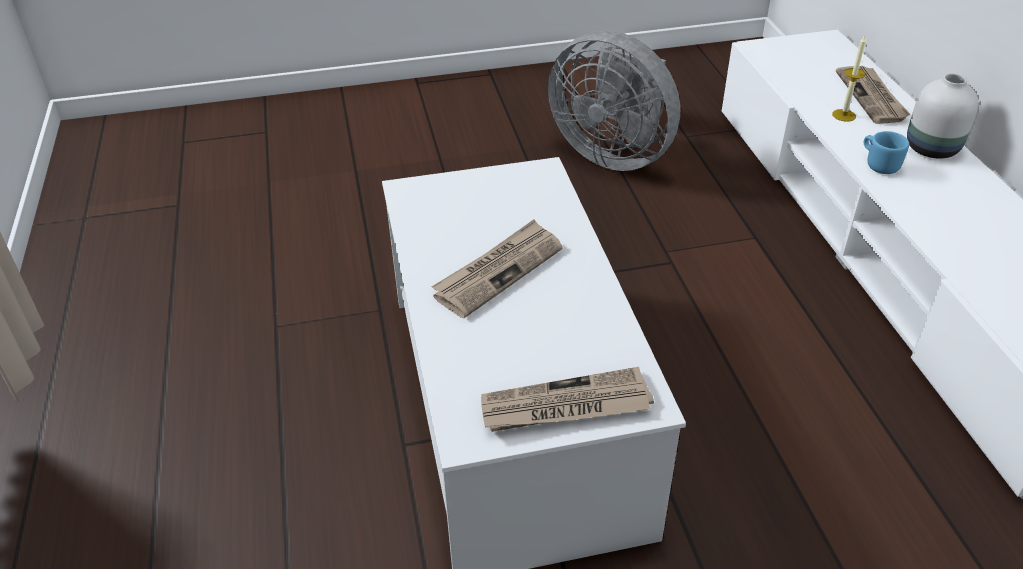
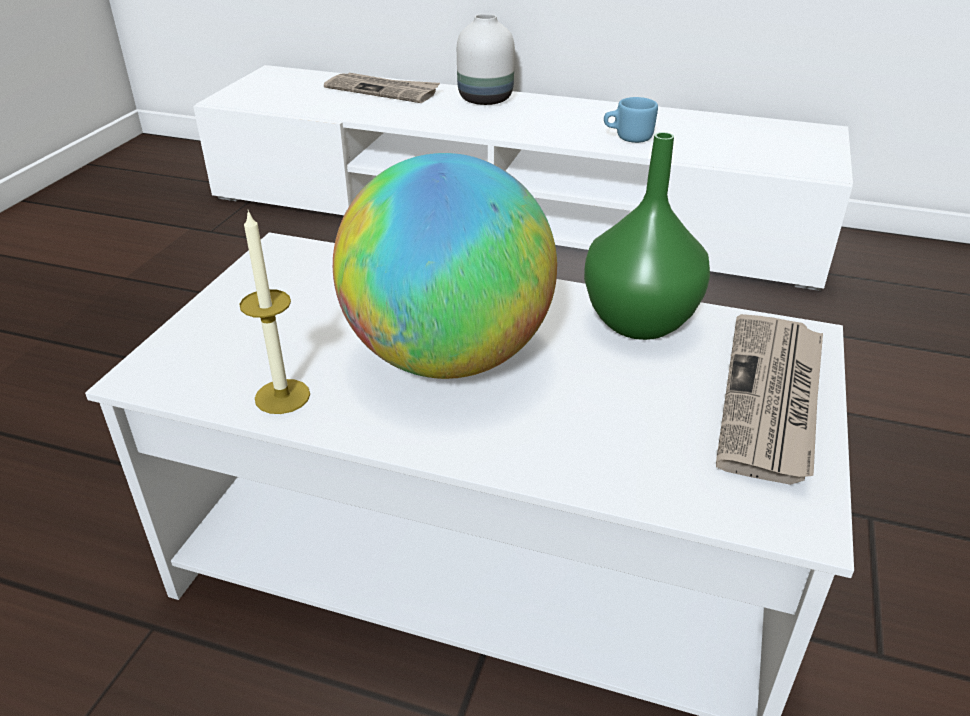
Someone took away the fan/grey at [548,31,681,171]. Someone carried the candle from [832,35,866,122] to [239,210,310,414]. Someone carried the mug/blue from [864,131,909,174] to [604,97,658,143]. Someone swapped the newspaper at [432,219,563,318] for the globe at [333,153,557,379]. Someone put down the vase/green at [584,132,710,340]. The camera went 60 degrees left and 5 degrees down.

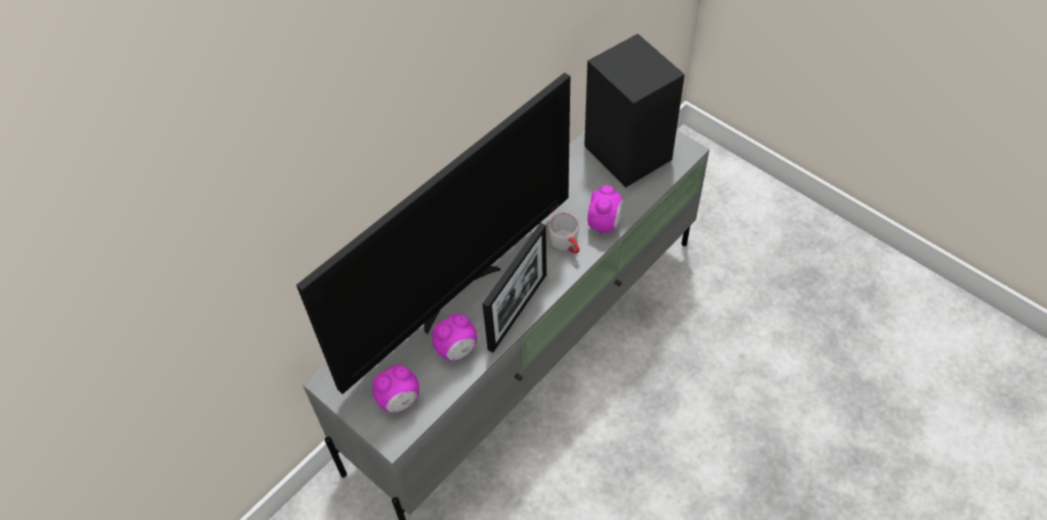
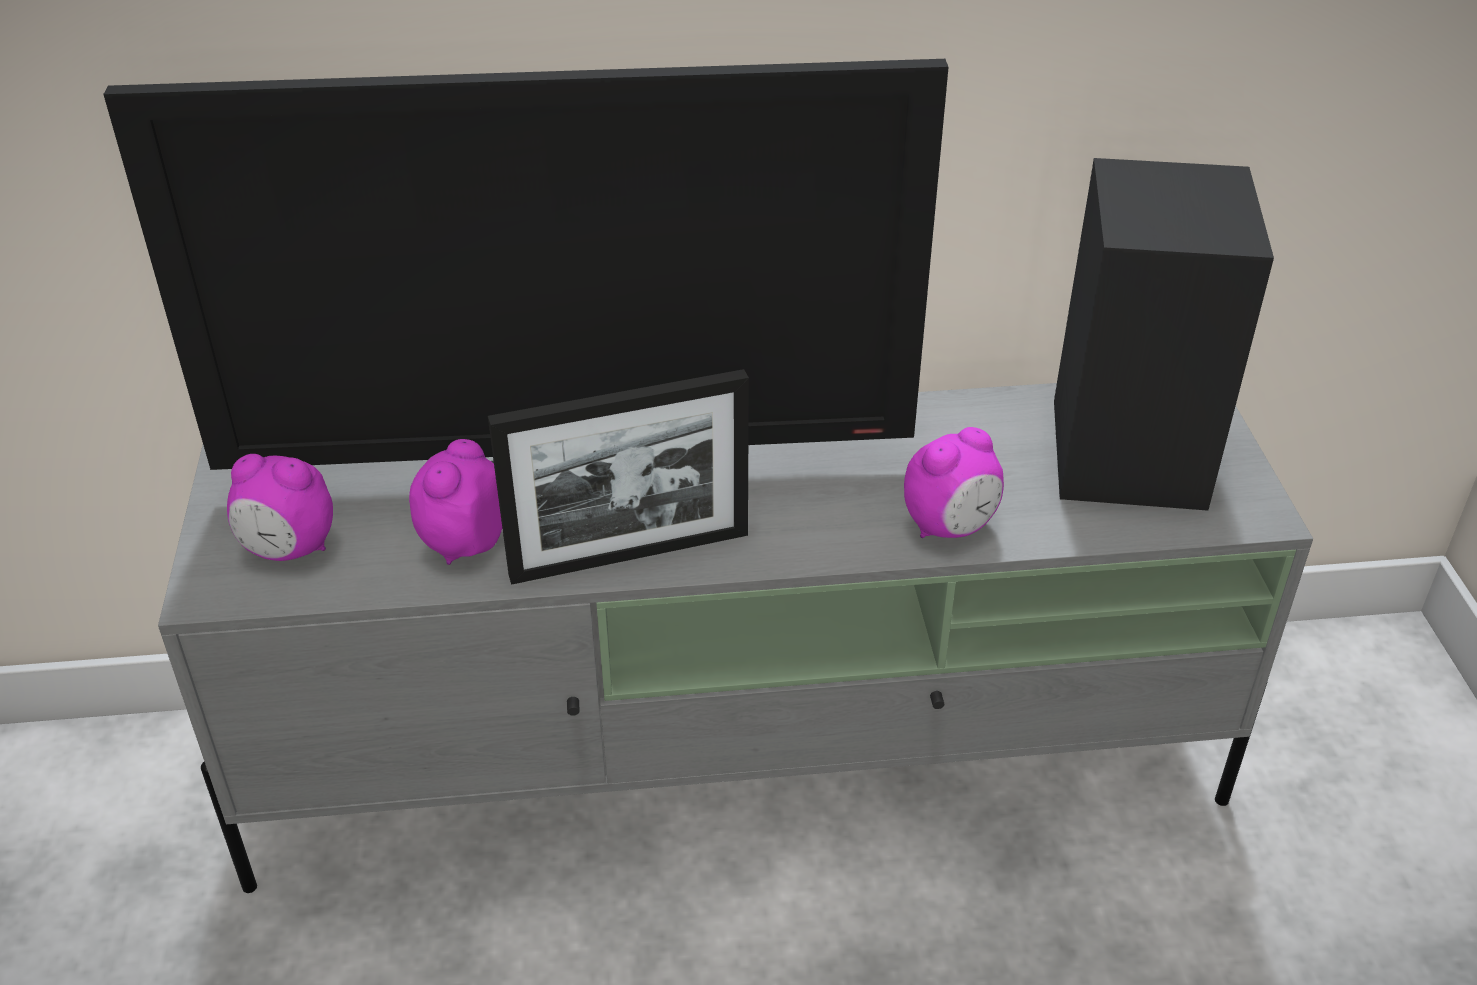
Someone took away the mug/grey at [548,213,580,254]. Someone rotated the alarm clock at [432,314,477,361] by 105 degrees clockwise. The camera went 40 degrees right and 15 degrees down.

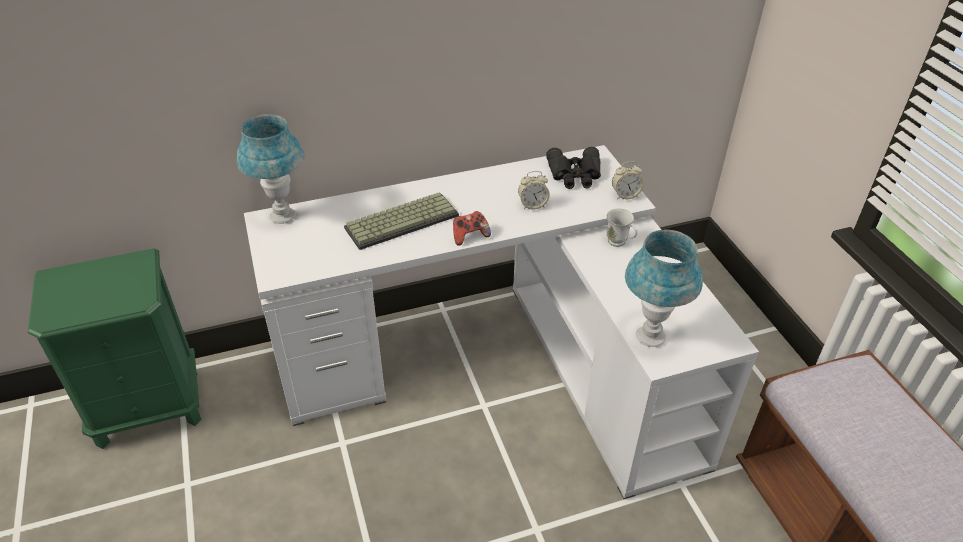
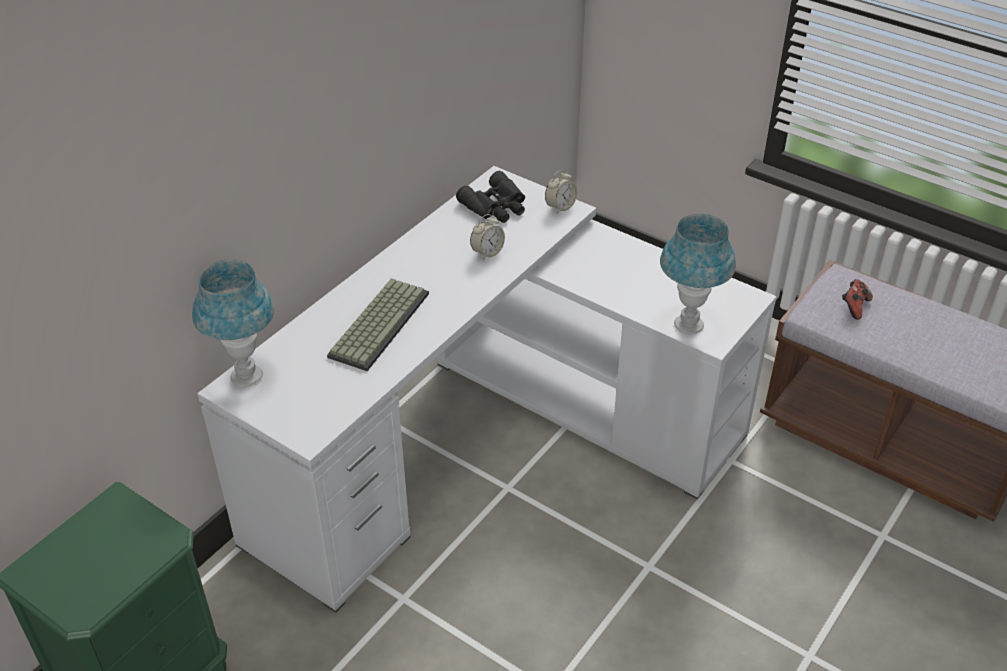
Someone took away the mug/white at [606,209,637,247]. Someone carried the game controller from [453,211,491,246] to [842,279,873,320]. The camera went 35 degrees left and 0 degrees up.

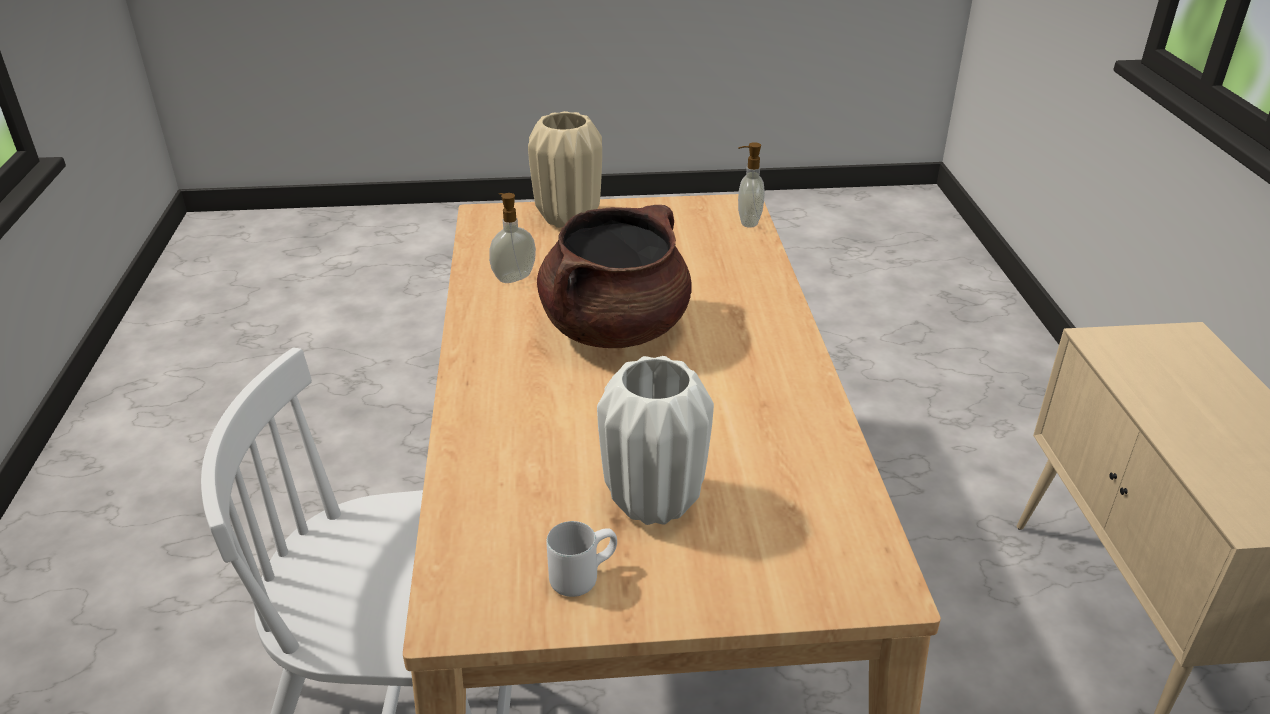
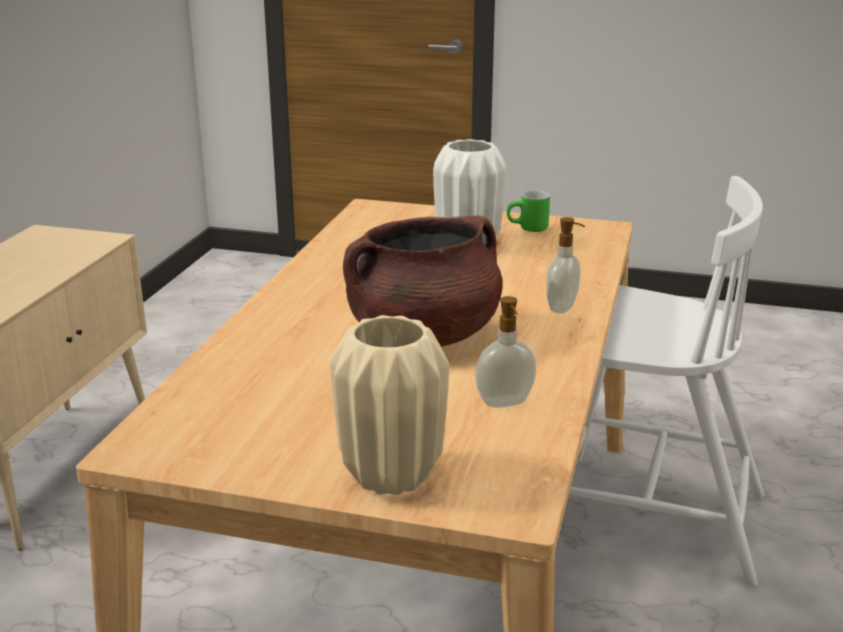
Someone carried the soap dispenser from [738,142,765,228] to [546,217,585,313]. Someone repainted the mug/white at [547,521,617,597], which became the mug/green at [507,190,550,232]. The camera went 160 degrees left and 10 degrees down.

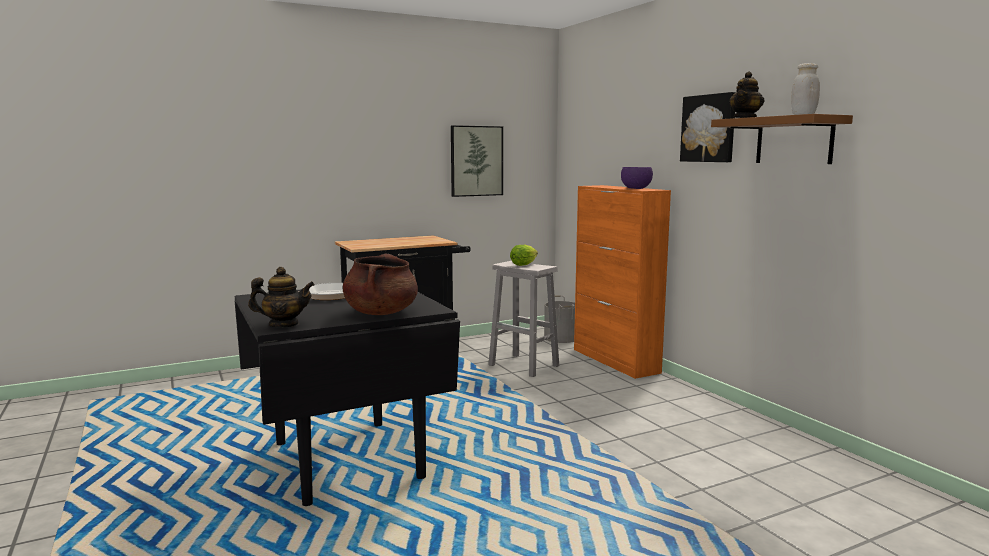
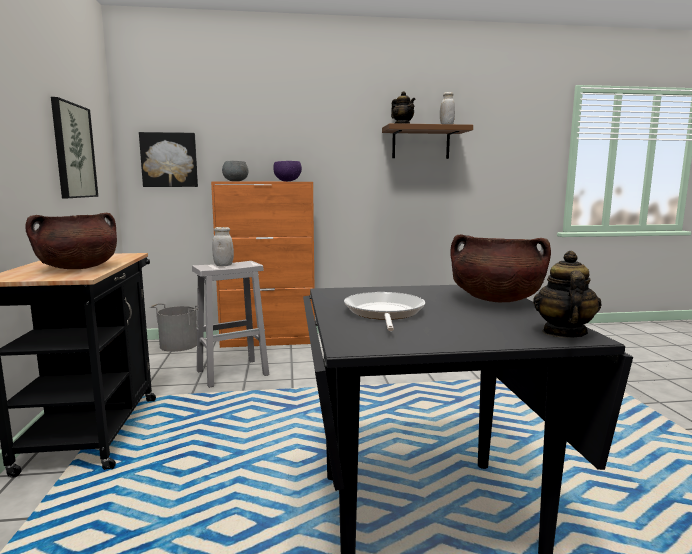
Someone carried the picture from [680,92,736,162] to [139,132,198,187]. Someone swapped the lettuce at [510,245,538,266] for the jar/white at [212,227,234,266]. Someone put down the bowl/grey at [222,161,248,181]. Someone put down the cooking pot/brown at [25,212,117,269]. The camera went 70 degrees left and 0 degrees up.

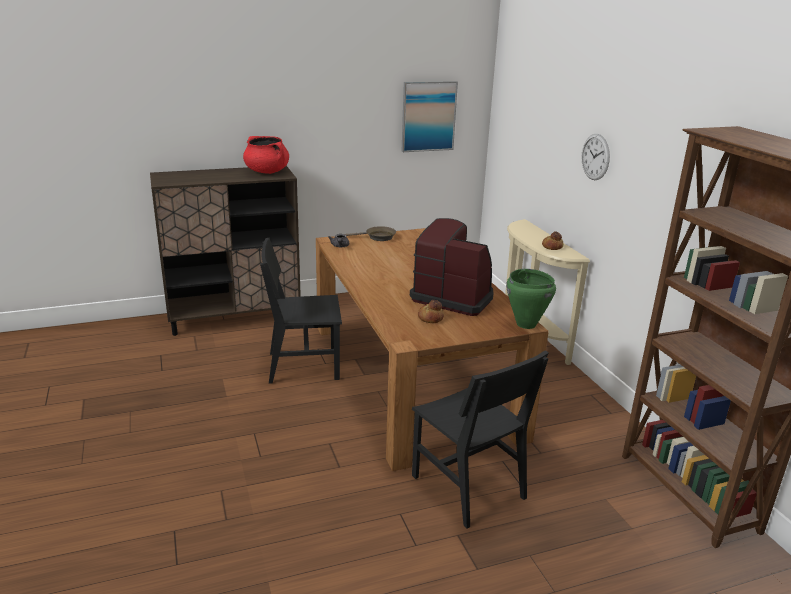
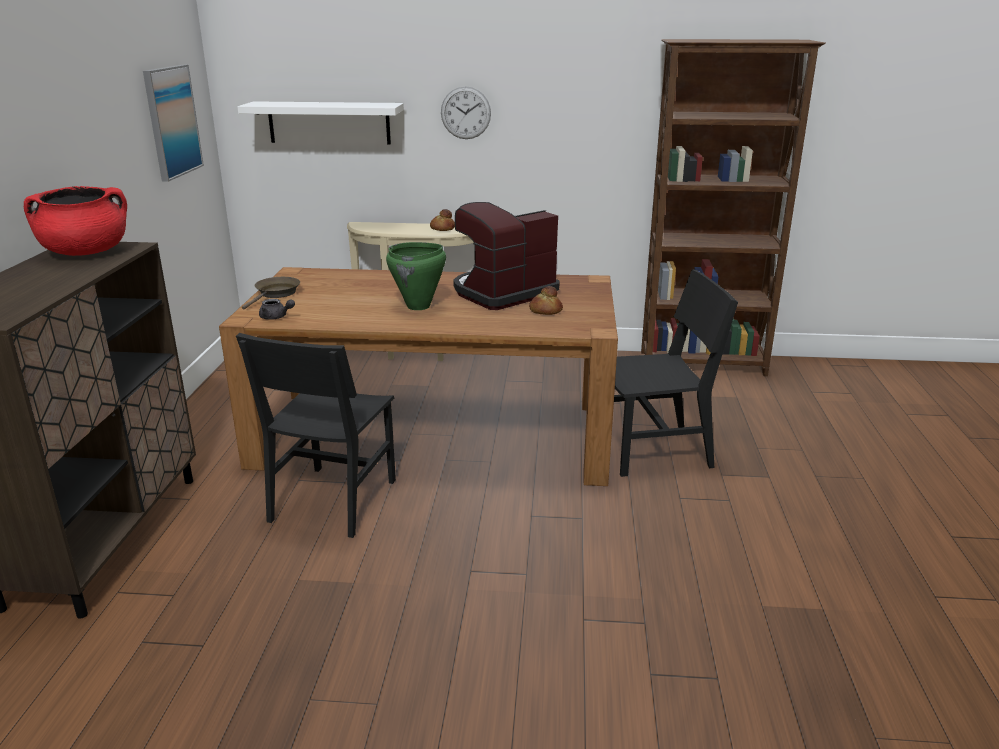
Someone carried the cooking pot/green from [506,269,556,329] to [386,242,446,310]. Someone put up the shelf/white at [237,101,404,144]. The camera went 65 degrees left and 0 degrees up.

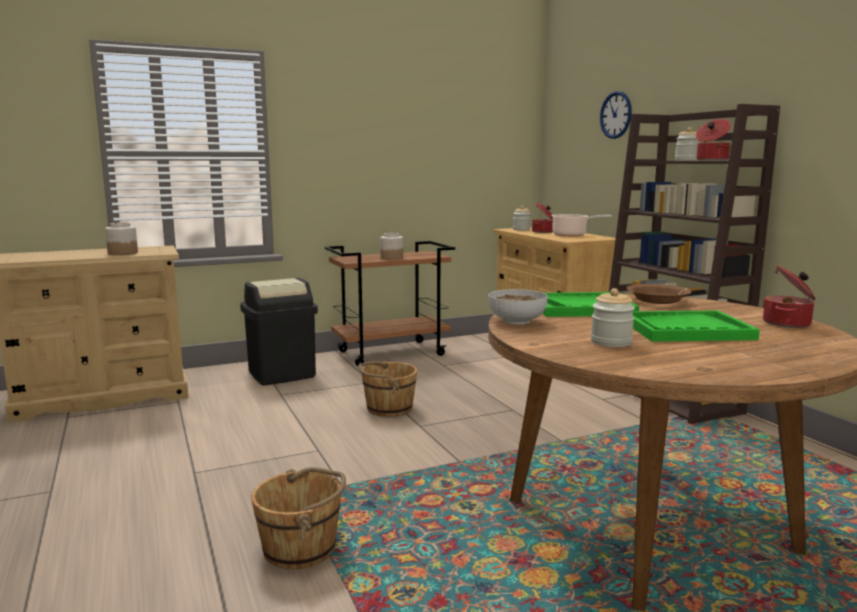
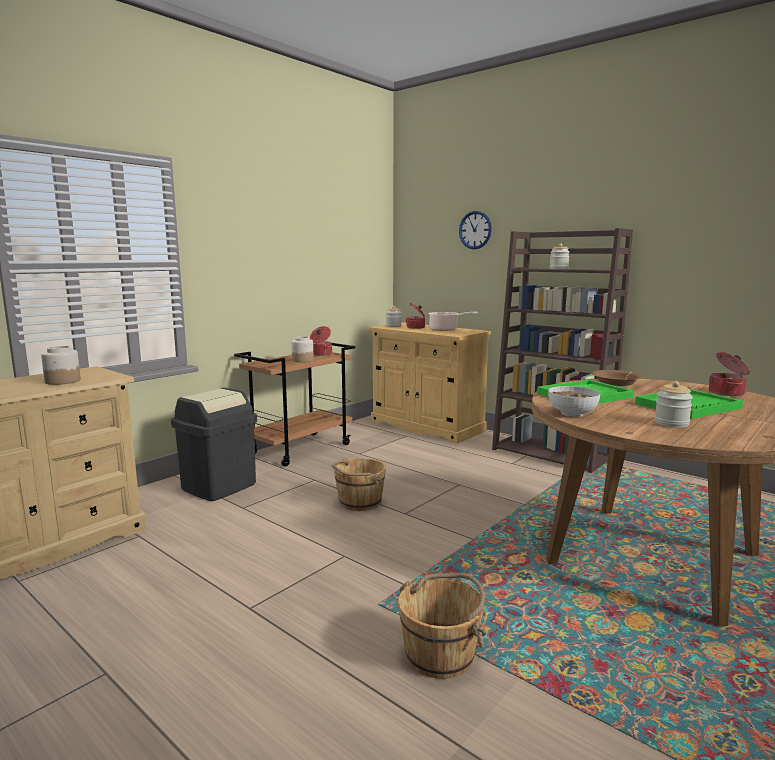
Someone carried the cooking pot from [696,119,731,161] to [310,326,332,355]. The camera went 25 degrees left and 0 degrees up.

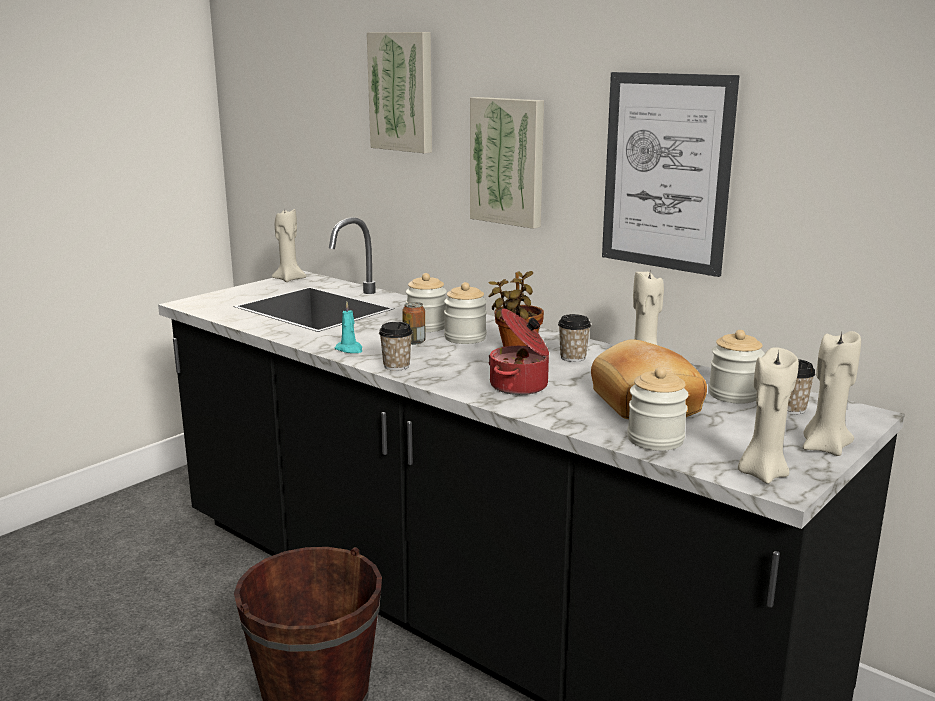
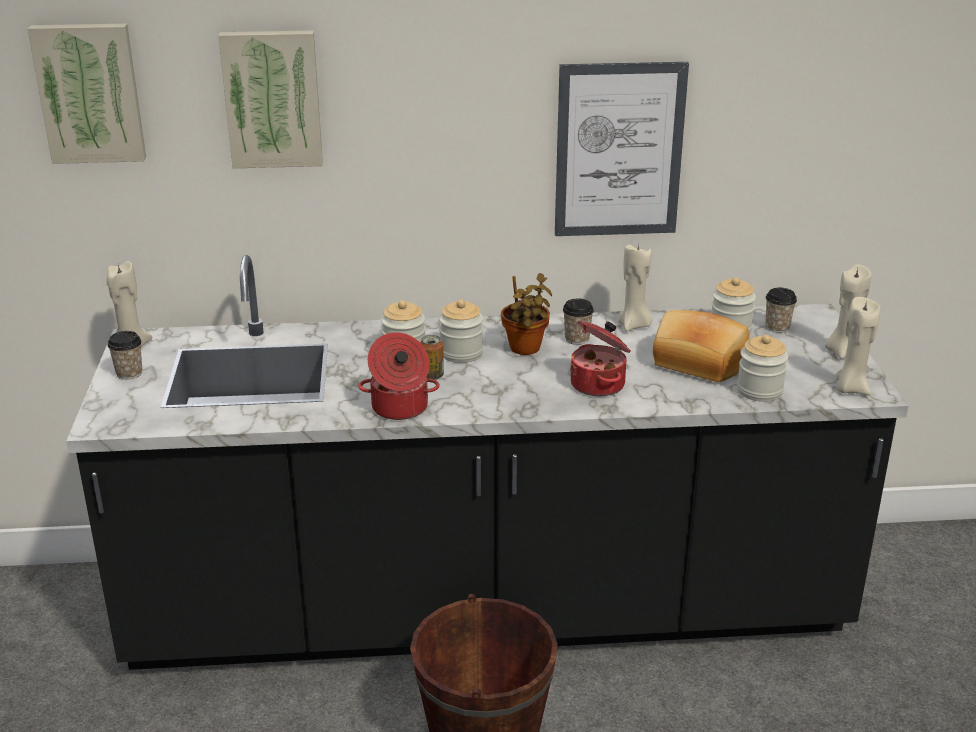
Someone carried the picture from [470,97,544,229] to [28,23,146,164]. Someone swapped the candle/turquoise at [335,301,362,353] for the cooking pot at [358,332,440,420]. Someone carried the cup from [379,322,413,371] to [107,331,142,380]. The camera went 45 degrees left and 10 degrees up.

